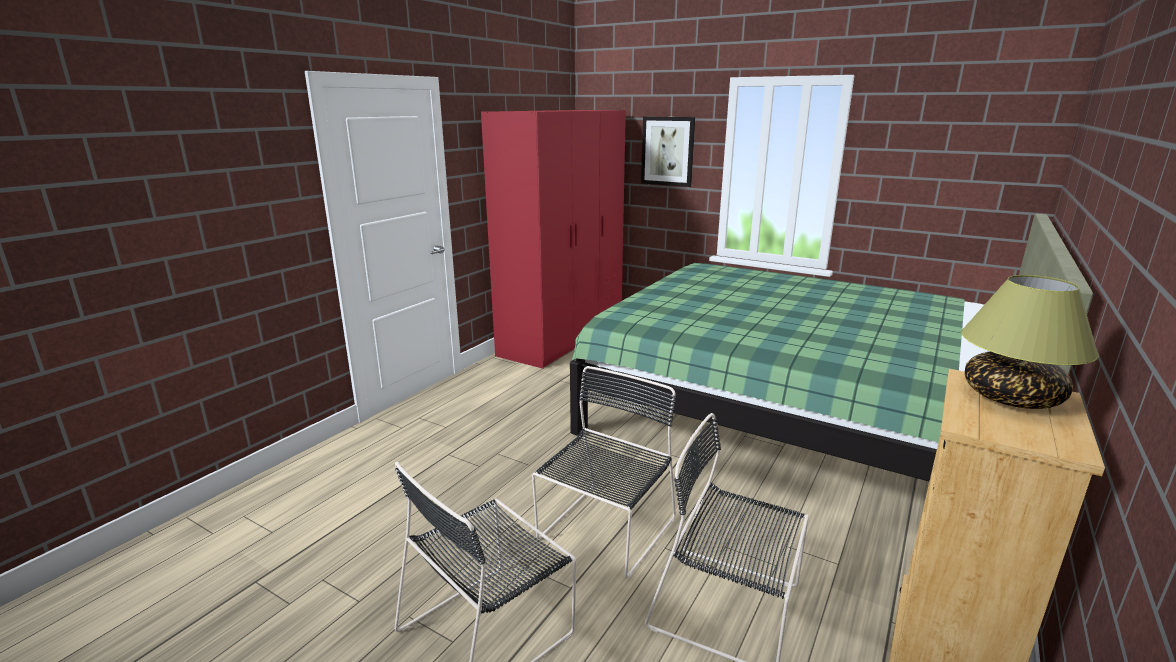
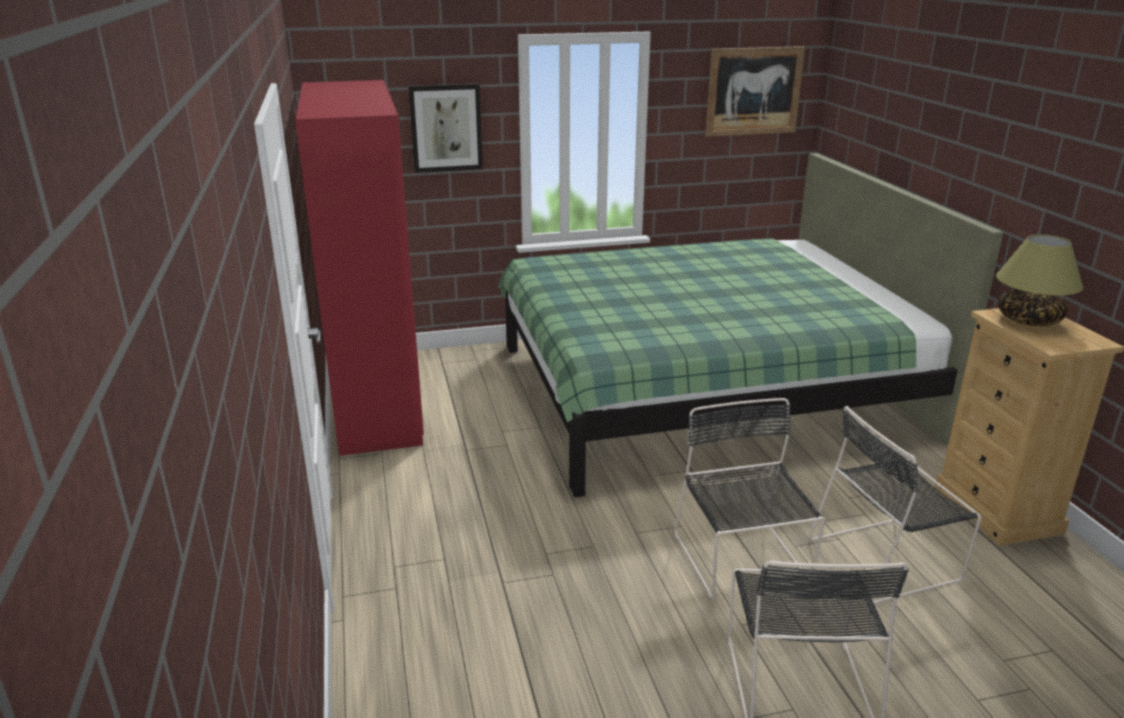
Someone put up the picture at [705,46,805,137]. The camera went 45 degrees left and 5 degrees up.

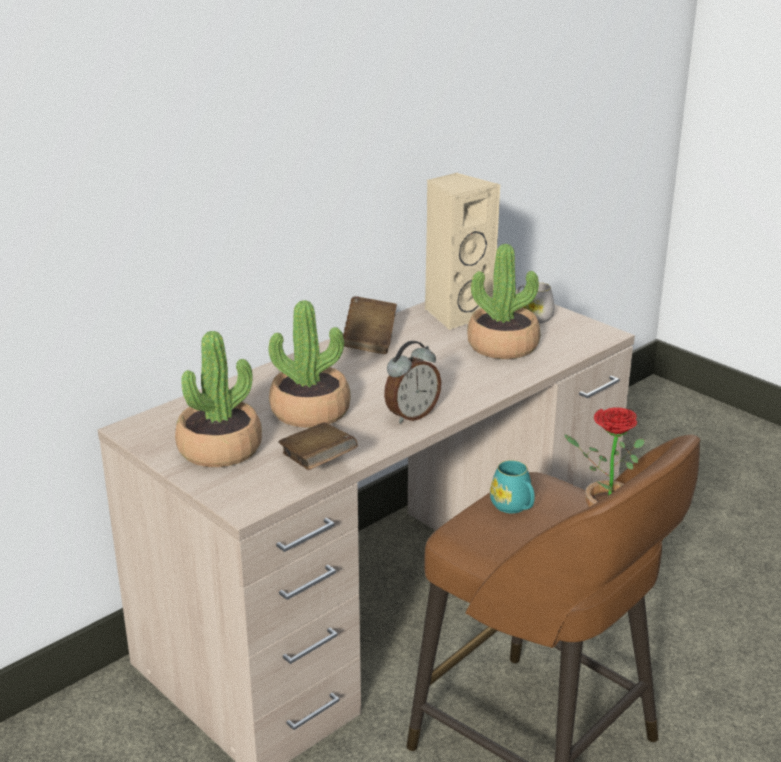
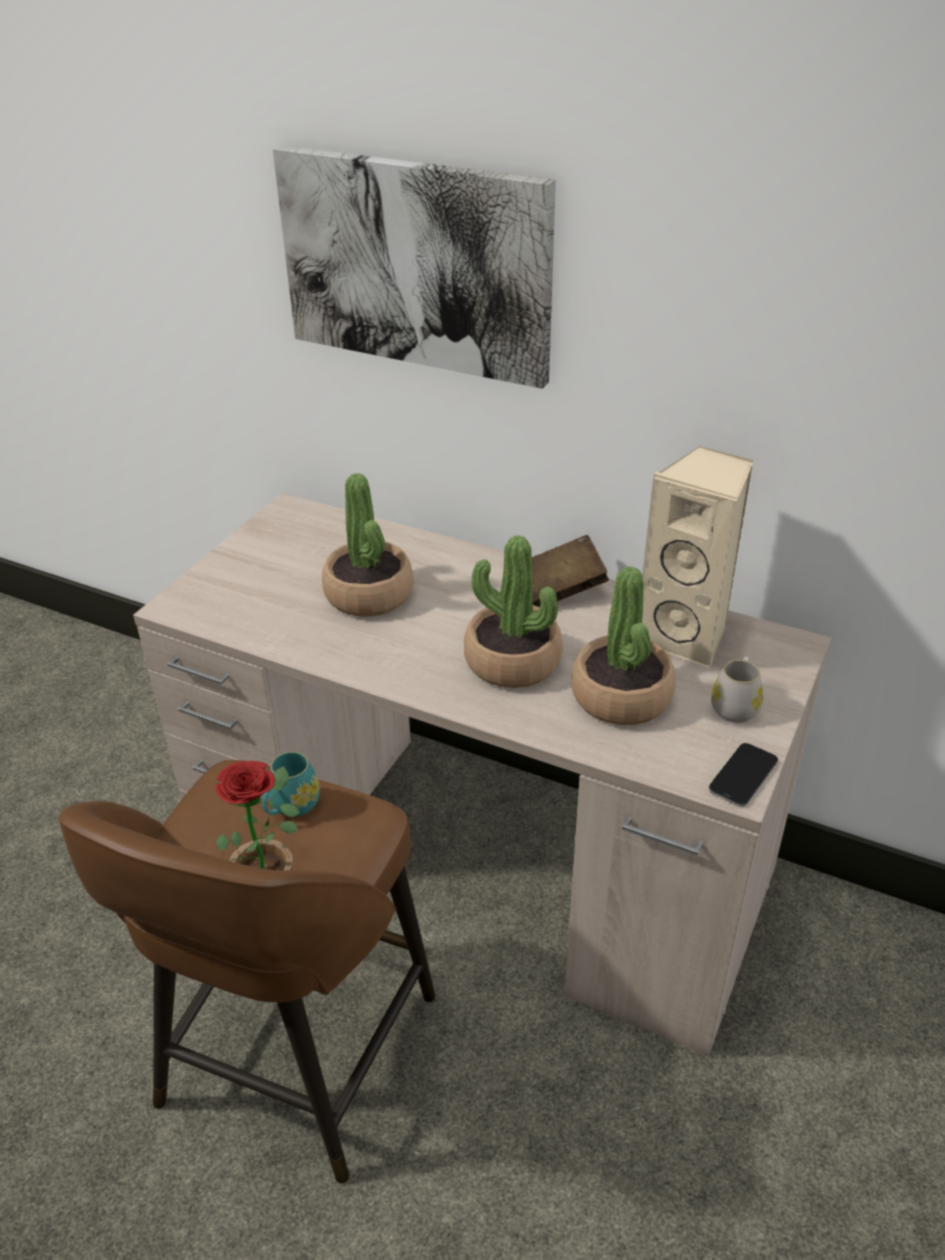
Someone carried the potted plant from [175,331,262,467] to [464,535,563,688]. Someone took away the alarm clock at [384,341,441,424]. Someone took away the book/brown at [278,423,358,470]. Someone put up the picture at [273,145,556,389]. Someone put down the phone at [709,743,778,807]. The camera went 70 degrees right and 10 degrees up.

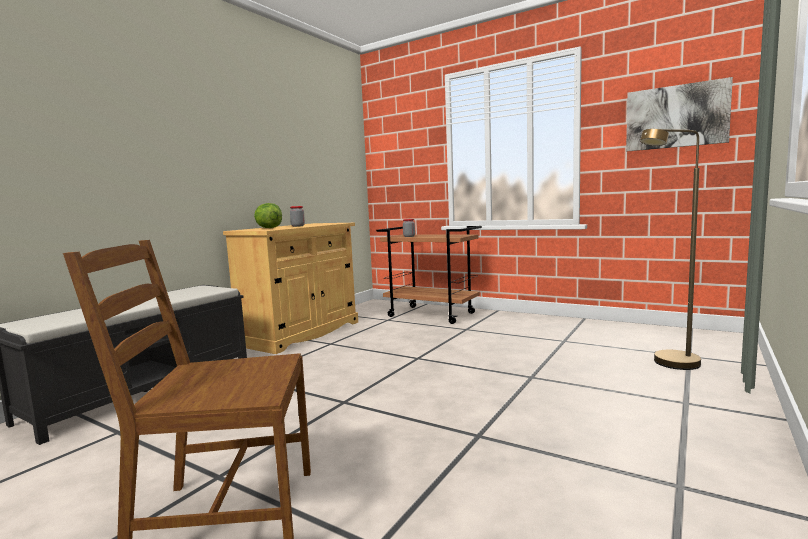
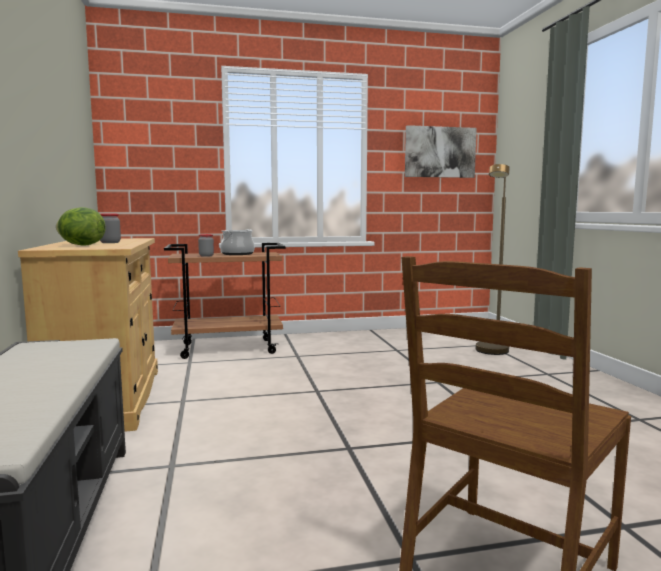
Someone put down the cooking pot at [220,229,255,255]. The camera went 45 degrees left and 0 degrees up.

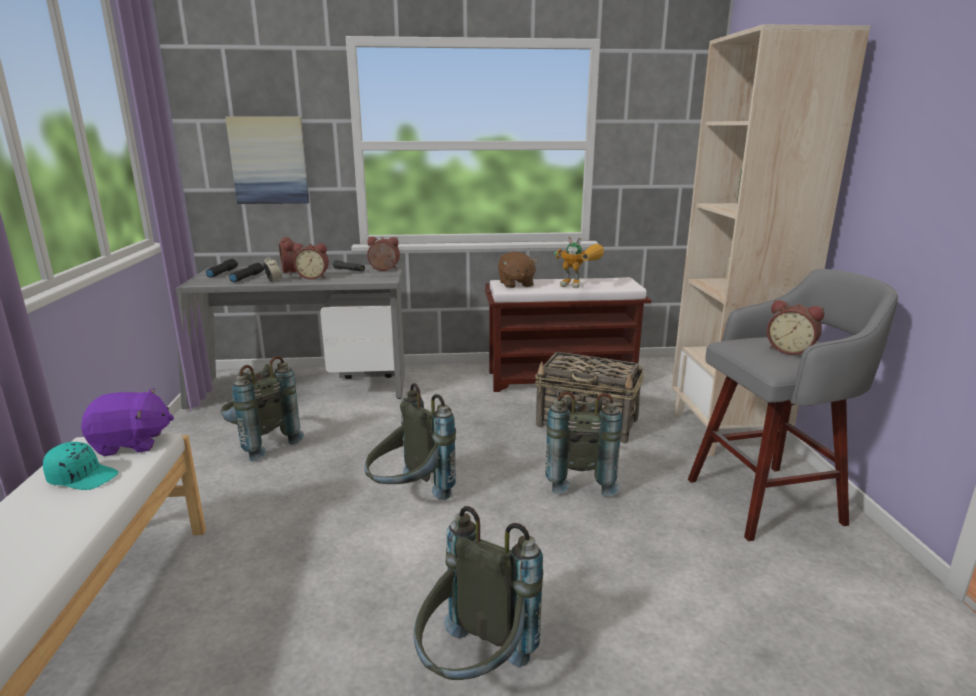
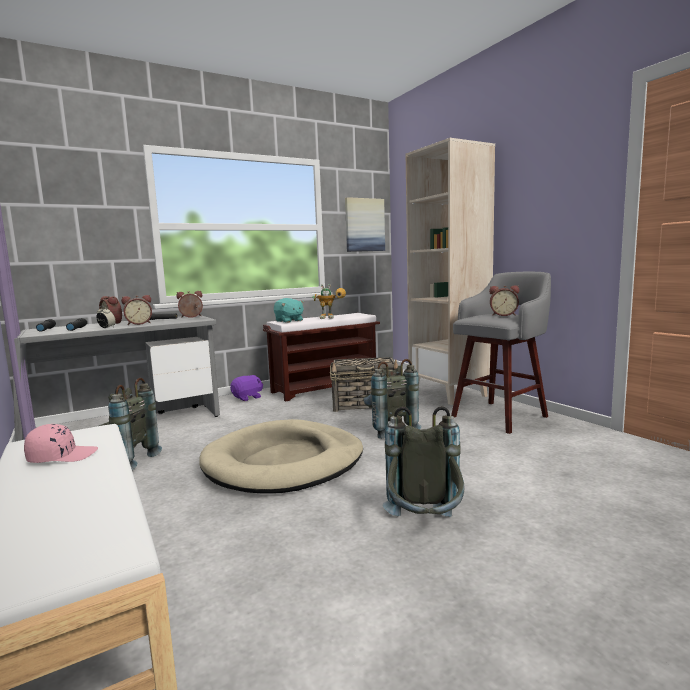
Someone carried the picture from [225,116,309,204] to [345,197,385,252]. Someone repainted the plush toy/brown at [498,251,538,288], which became the plush toy/turquoise at [274,298,304,323]. Someone swapped the backpack/grey at [365,383,456,500] for the dog bed/beige at [199,419,363,494]. Someone carried the plush toy/purple from [81,388,174,456] to [230,375,263,401]. Someone repainted the cap/turquoise at [43,442,119,490], which became the cap/pink at [24,424,98,463]. The camera went 25 degrees left and 10 degrees down.

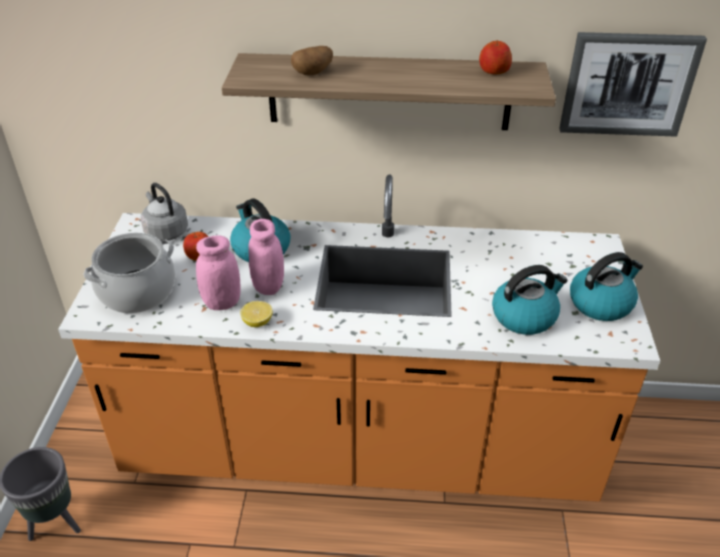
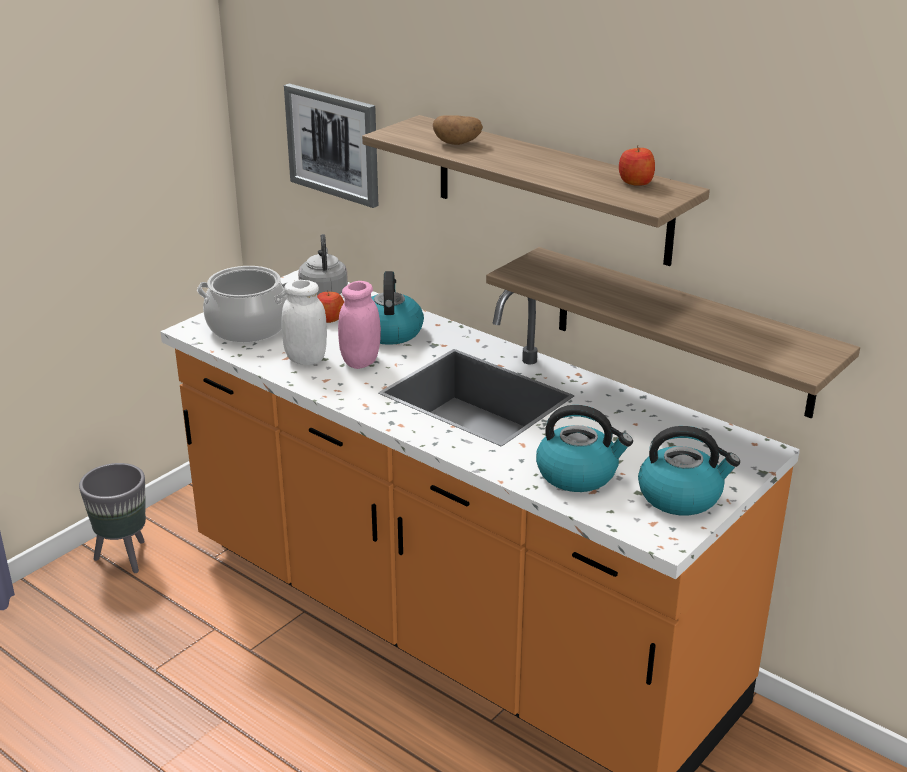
Someone carried the picture from [559,32,707,136] to [284,84,378,208]. Someone repainted the jar/pink at [196,235,241,310], which became the jar/white at [281,280,327,365]. Someone took away the lemon at [240,301,273,327]. Someone put up the shelf at [486,247,860,418]. The camera went 35 degrees right and 10 degrees down.

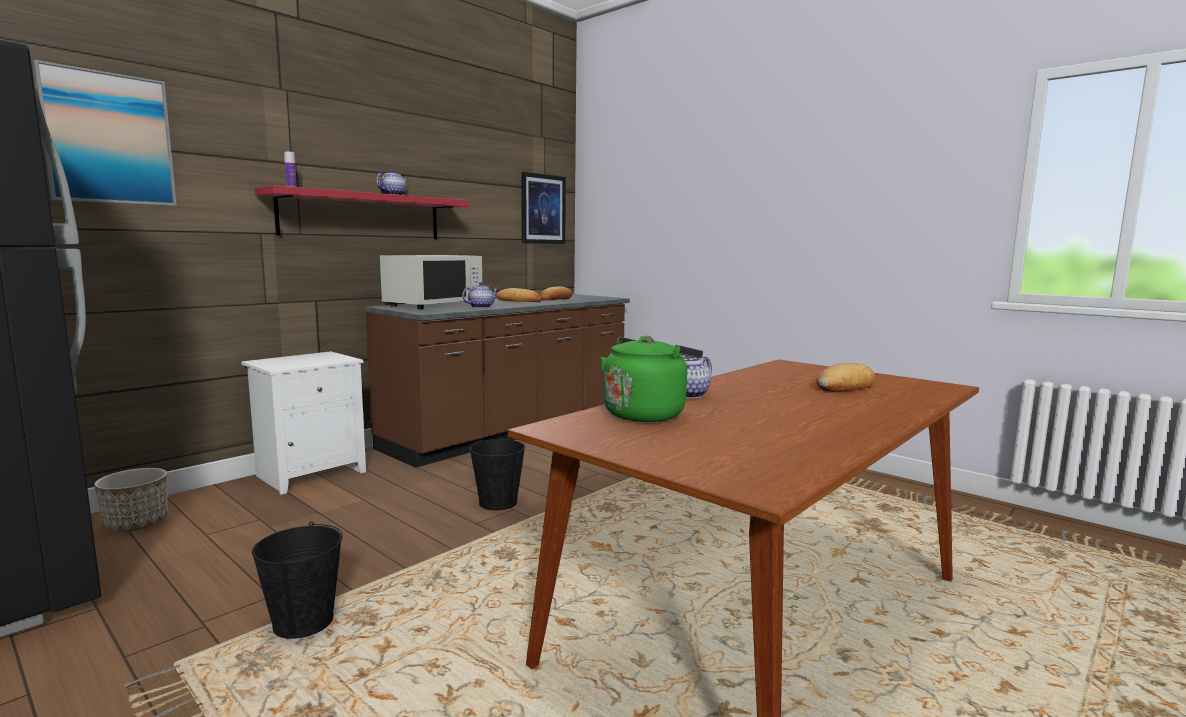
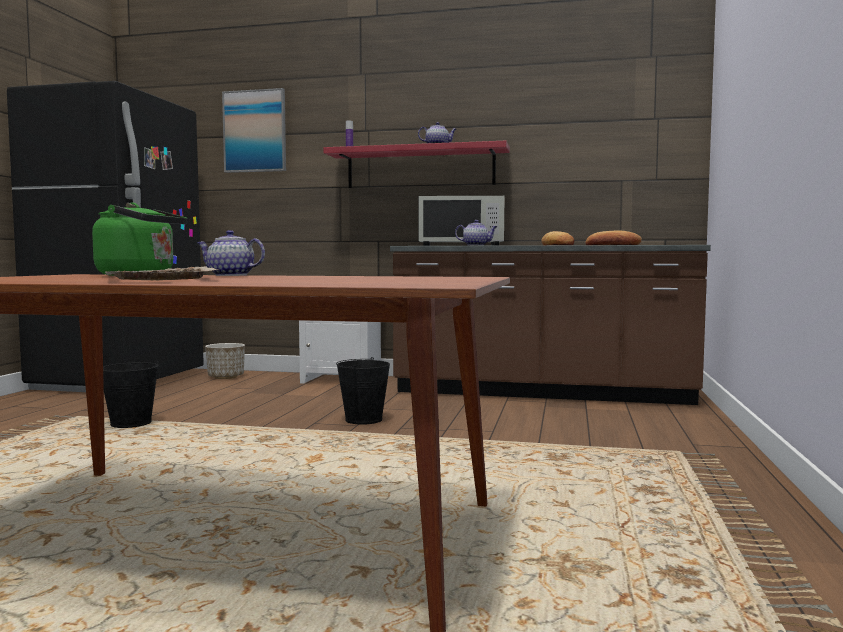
Someone took away the picture at [521,172,566,244]. Someone took away the bread at [816,363,875,392]. Someone put down the tray/beige at [105,266,218,280]. The camera went 60 degrees right and 5 degrees down.

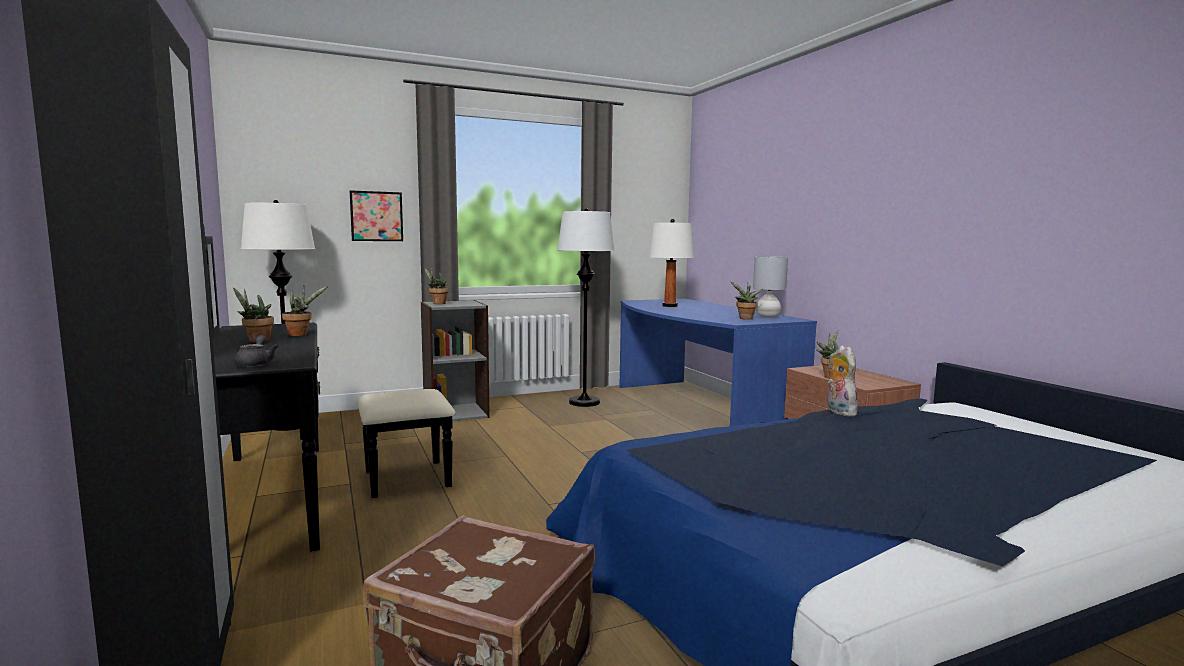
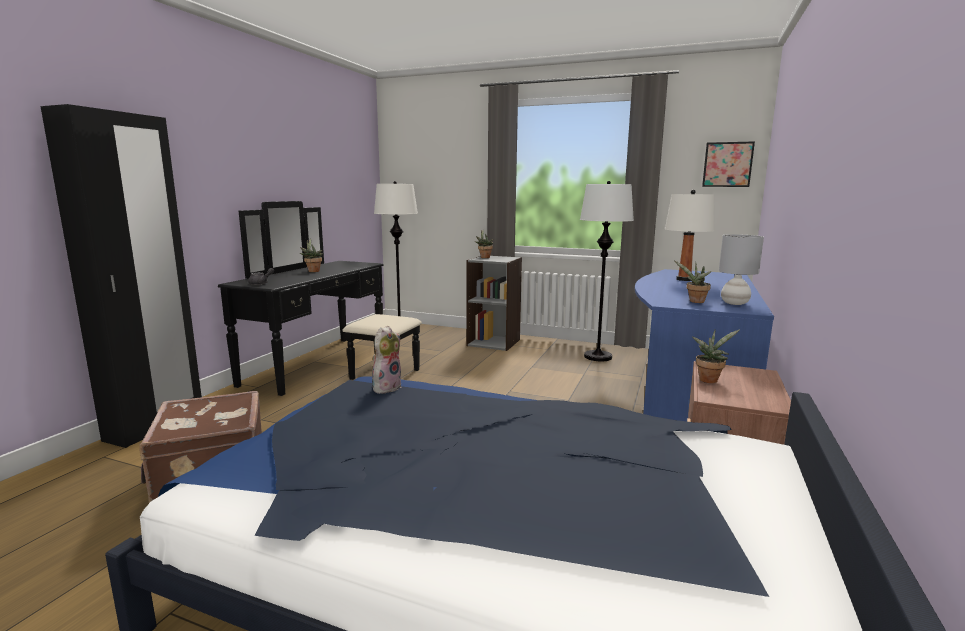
Someone carried the picture from [350,190,403,241] to [702,141,755,187]. Someone took away the potted plant at [282,286,328,336]. Someone carried the plush toy from [827,345,858,416] to [372,326,401,394]. The camera went 45 degrees right and 5 degrees up.

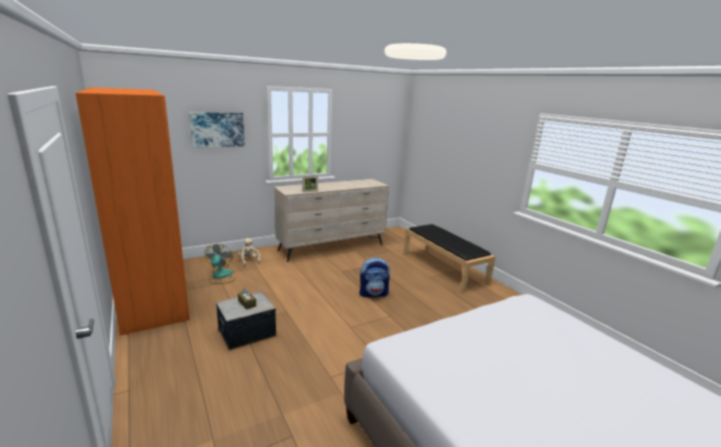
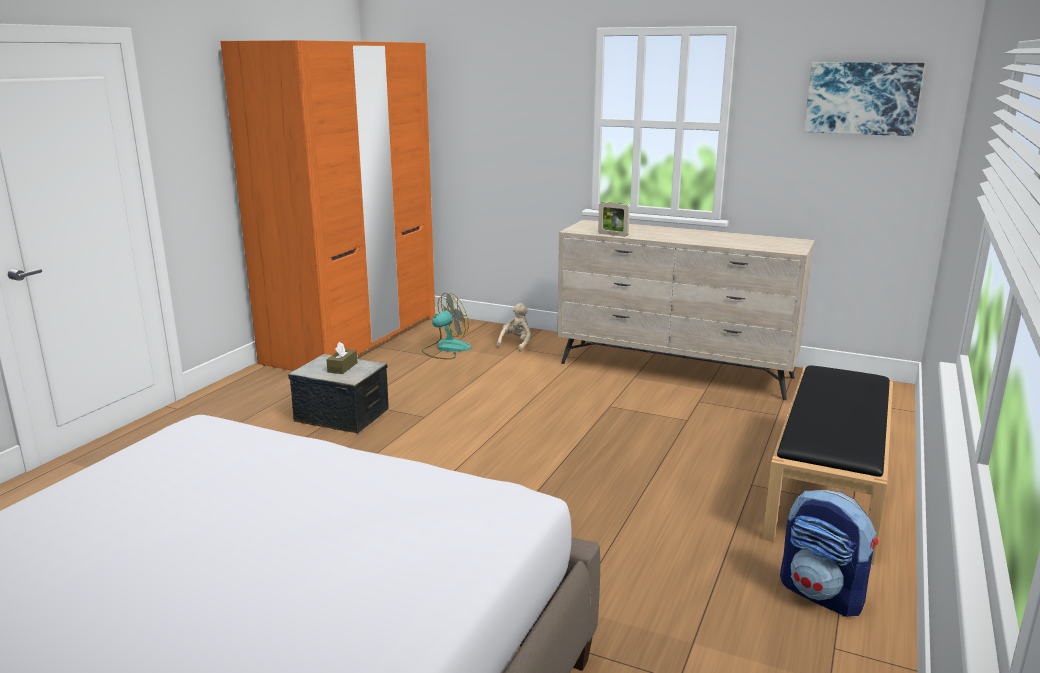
Someone carried the picture from [189,112,245,148] to [804,62,924,136]. Someone carried the backpack from [360,257,390,297] to [780,490,878,617]. The camera went 55 degrees right and 0 degrees up.

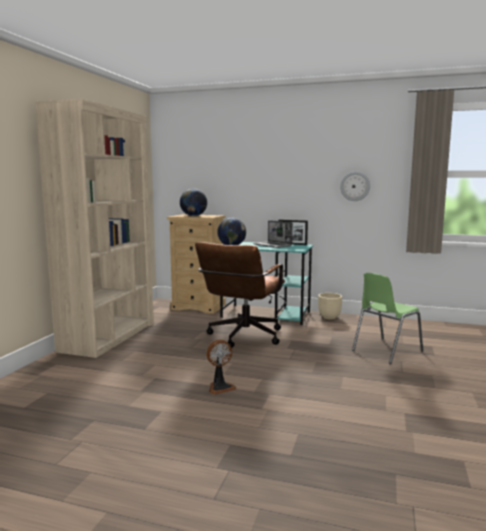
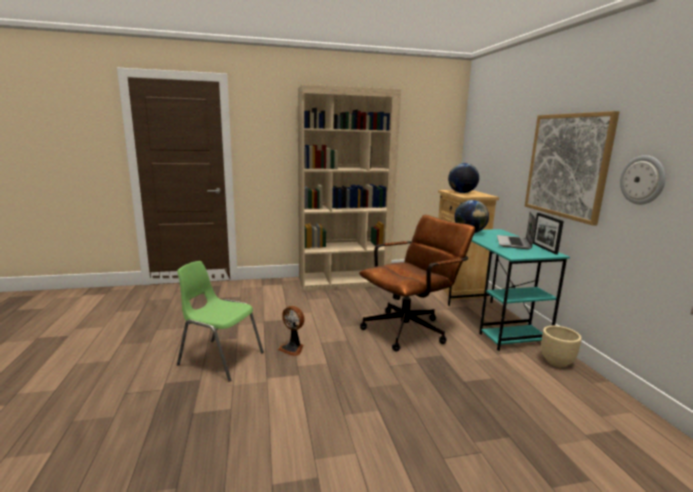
Someone rotated the office chair/brown at [195,242,285,348] by 150 degrees clockwise. Someone carried the chair/green from [352,273,423,364] to [177,261,264,382]. Someone put up the picture at [525,111,619,226]. The camera went 60 degrees right and 5 degrees up.

